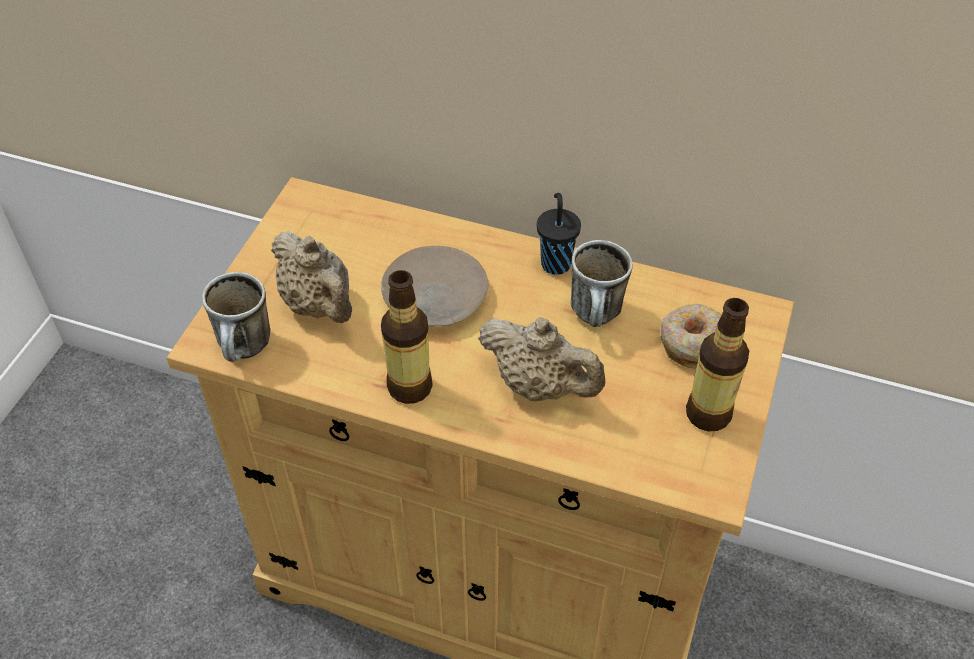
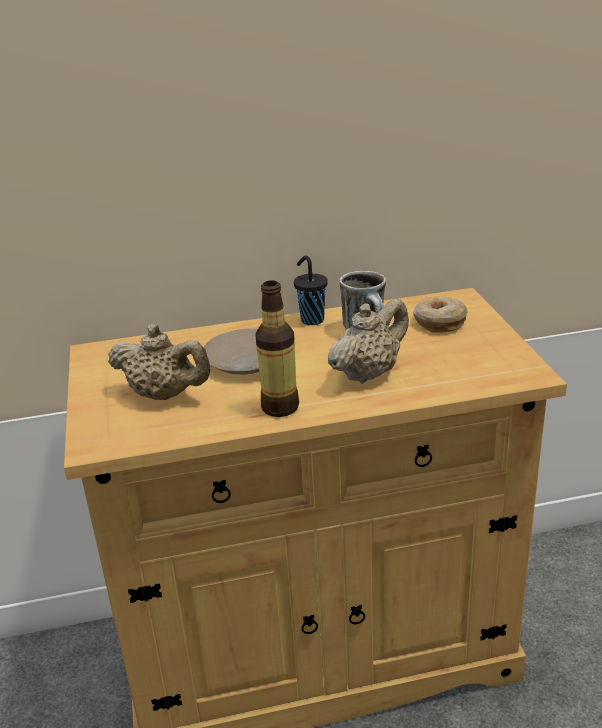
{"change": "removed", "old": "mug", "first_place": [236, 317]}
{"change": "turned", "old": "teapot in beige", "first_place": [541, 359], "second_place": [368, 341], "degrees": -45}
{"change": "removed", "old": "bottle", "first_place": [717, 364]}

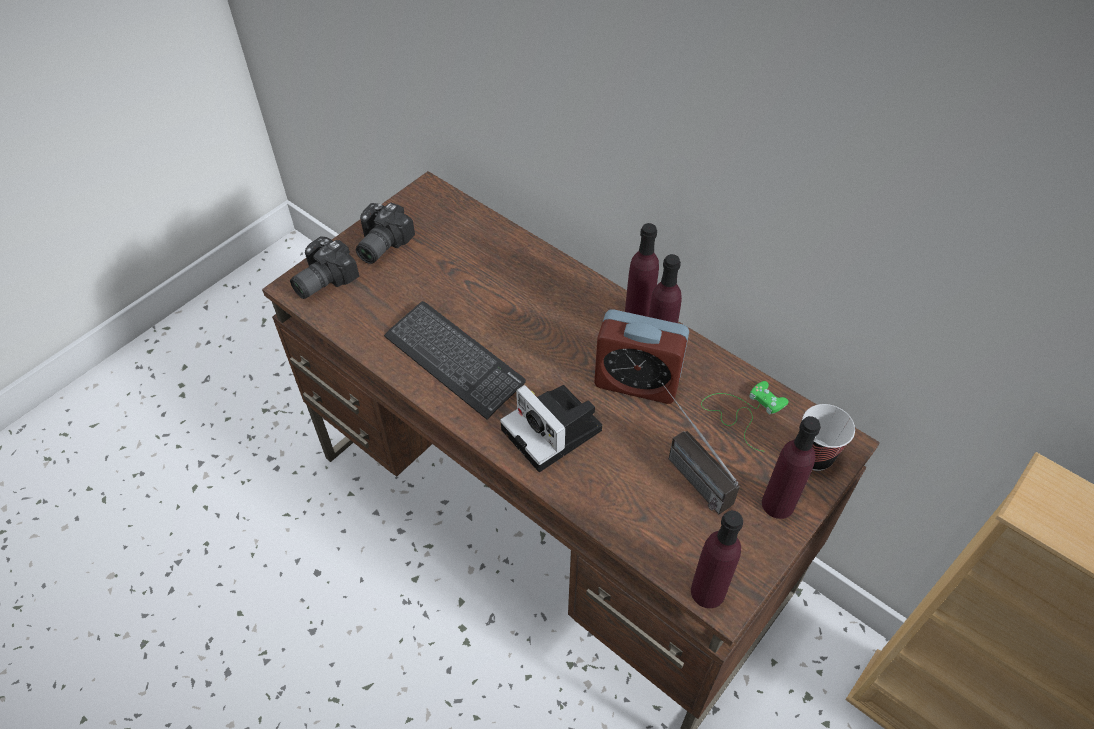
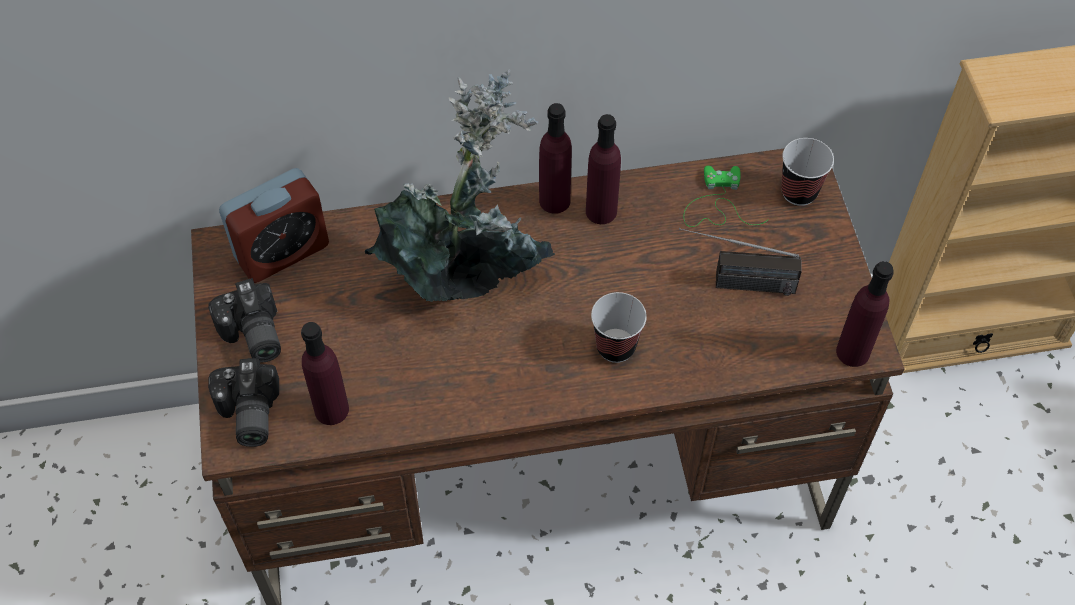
{"change": "removed", "old": "keyboard", "first_place": [455, 360]}
{"change": "replaced", "old": "photo camera", "new": "cup", "first_place": [551, 428], "second_place": [619, 327]}
{"change": "moved", "old": "alarm clock", "first_place": [641, 356], "second_place": [274, 225]}
{"change": "moved", "old": "bottle in purple", "first_place": [791, 467], "second_place": [325, 373]}
{"change": "added", "new": "potted plant", "second_place": [460, 185]}

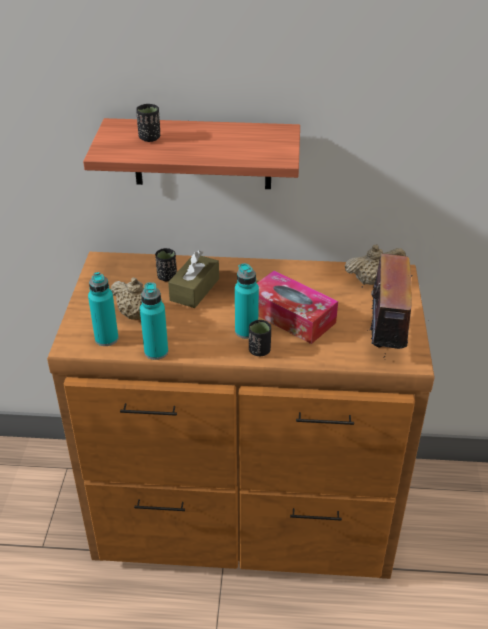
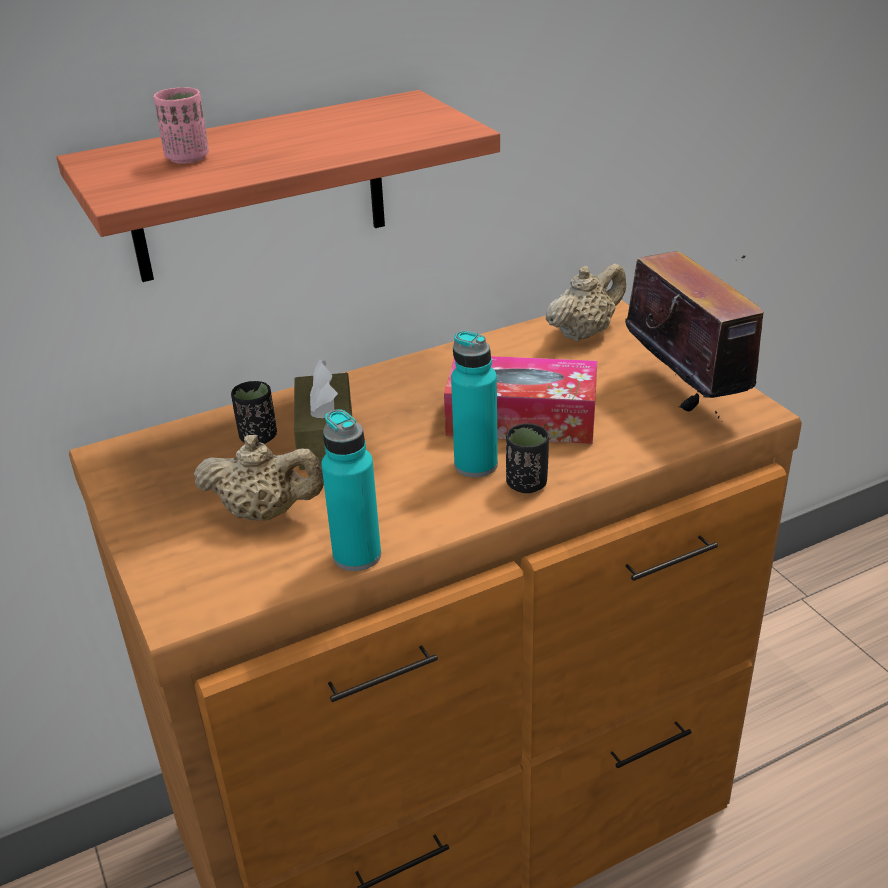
{"change": "removed", "old": "bottle in turquoise", "first_place": [103, 309]}
{"change": "recoloured", "old": "cup in black", "new": "cup in pink", "first_place": [148, 123], "second_place": [181, 125]}

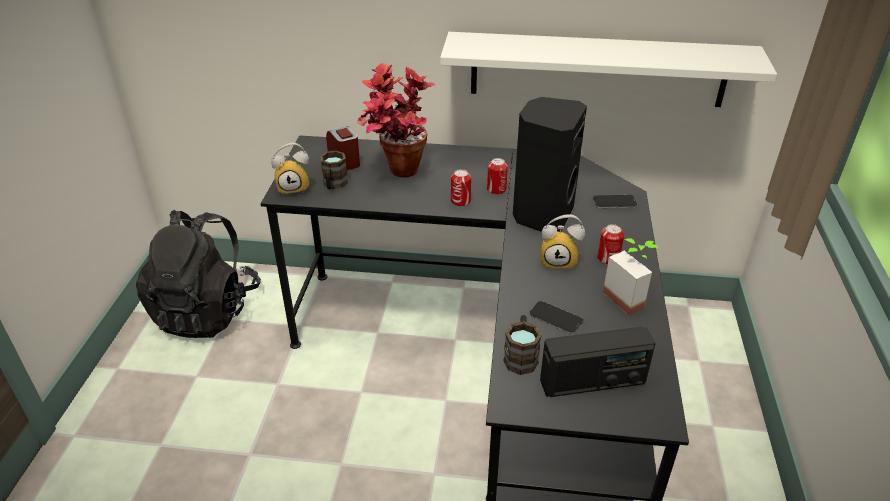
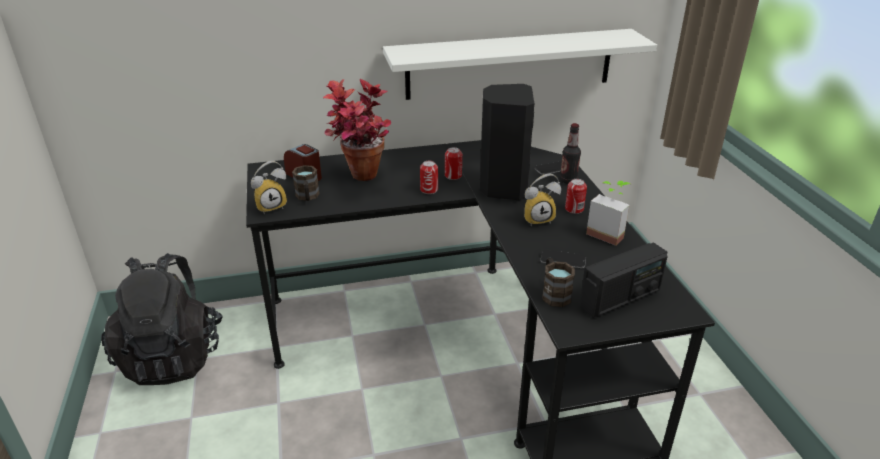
{"change": "added", "new": "bottle", "second_place": [570, 153]}

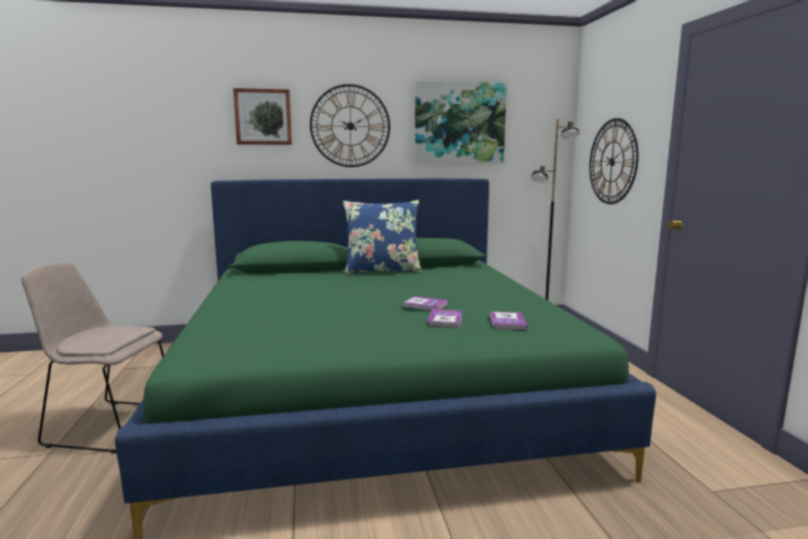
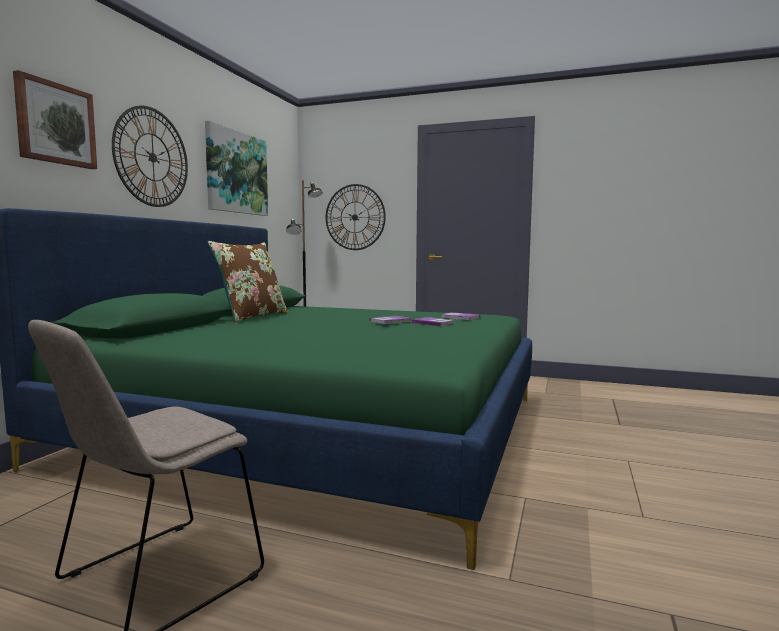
{"change": "recoloured", "old": "pillow in blue", "new": "pillow in brown", "first_place": [382, 237], "second_place": [248, 282]}

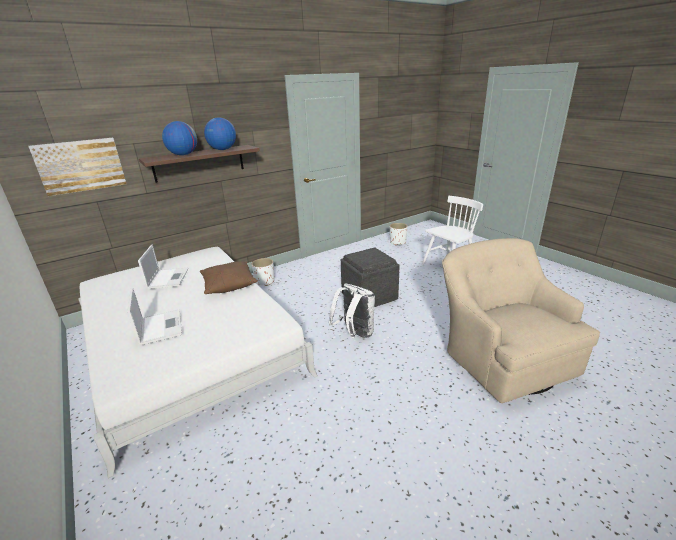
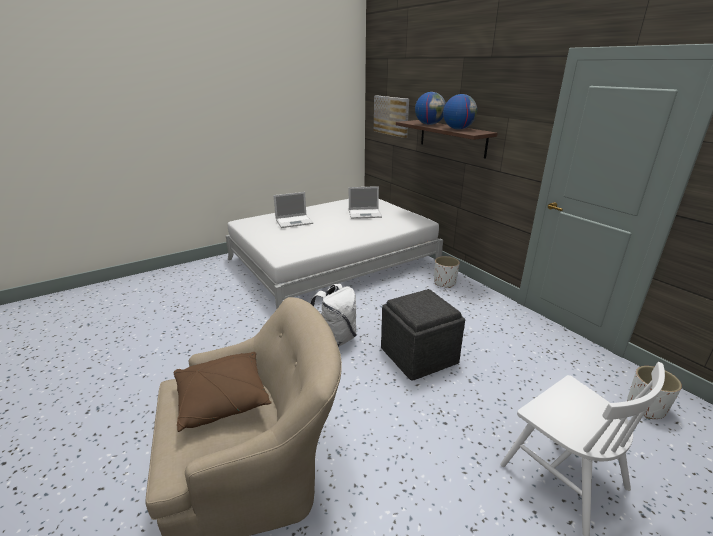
{"change": "moved", "old": "pillow in brown", "first_place": [229, 277], "second_place": [223, 392]}

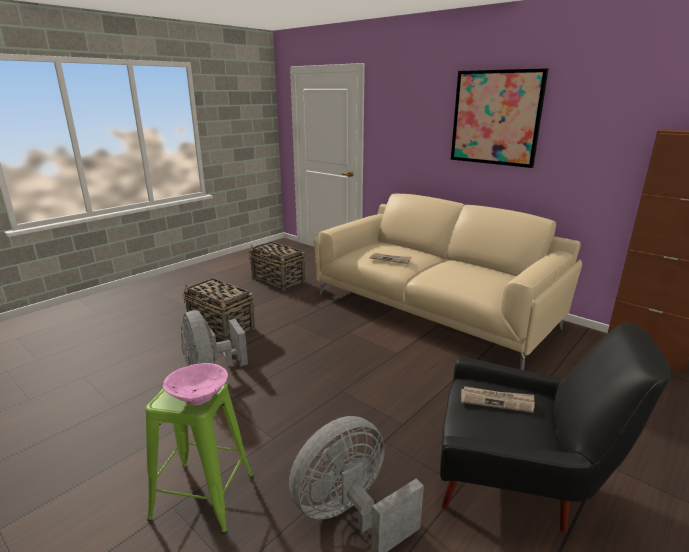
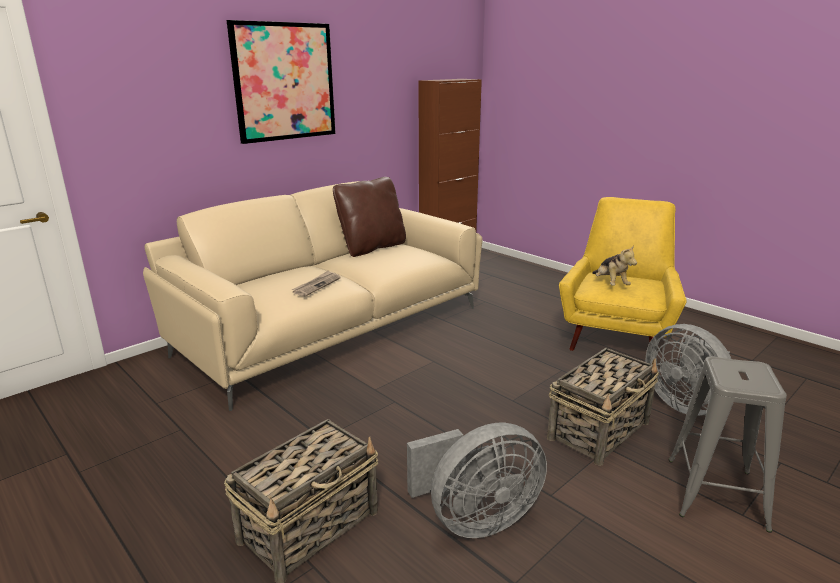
{"change": "recoloured", "old": "stool in green", "new": "stool in grey", "first_place": [199, 458], "second_place": [727, 444]}
{"change": "removed", "old": "bowl in pink", "first_place": [195, 384]}
{"change": "moved", "old": "basket", "first_place": [276, 266], "second_place": [603, 407]}
{"change": "recoloured", "old": "armchair in black", "new": "armchair in yellow", "first_place": [556, 428], "second_place": [622, 274]}
{"change": "replaced", "old": "newspaper", "new": "plush toy", "first_place": [498, 399], "second_place": [614, 265]}
{"change": "added", "new": "pillow in brown", "second_place": [369, 217]}

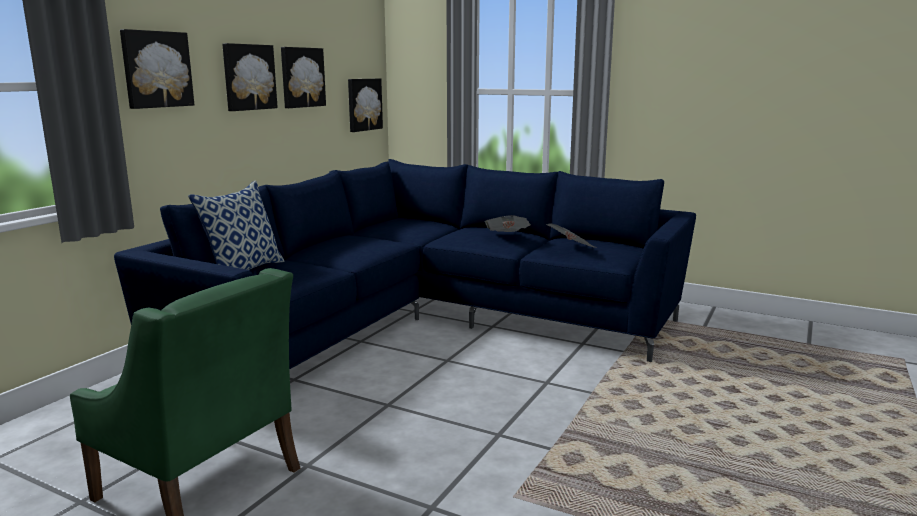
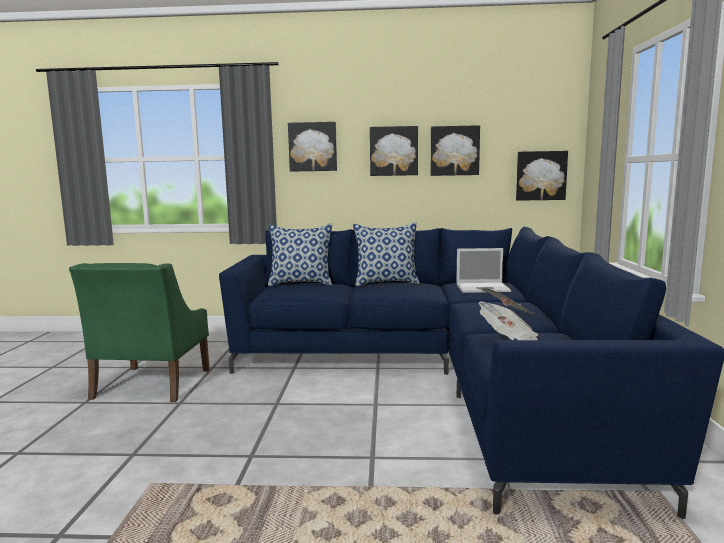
{"change": "added", "new": "pillow", "second_place": [386, 254]}
{"change": "added", "new": "laptop", "second_place": [483, 270]}

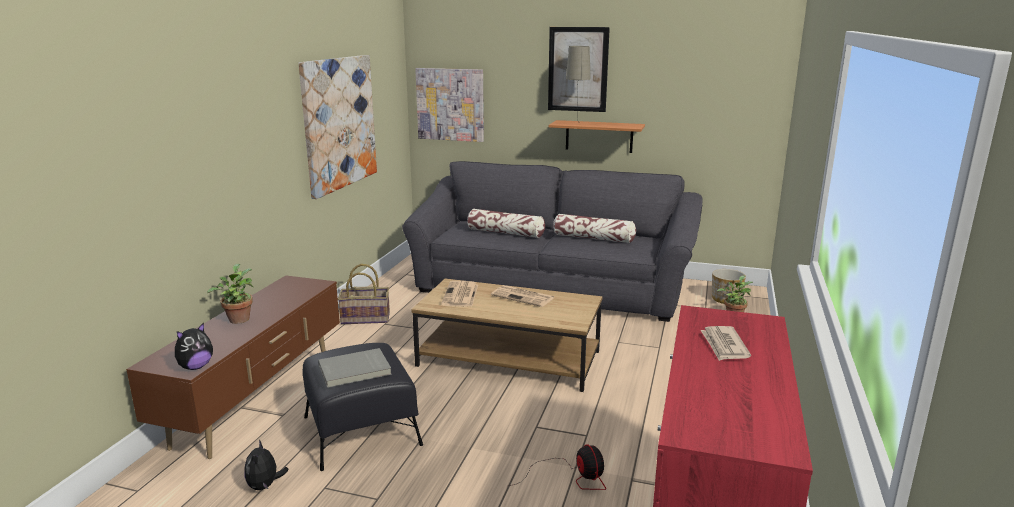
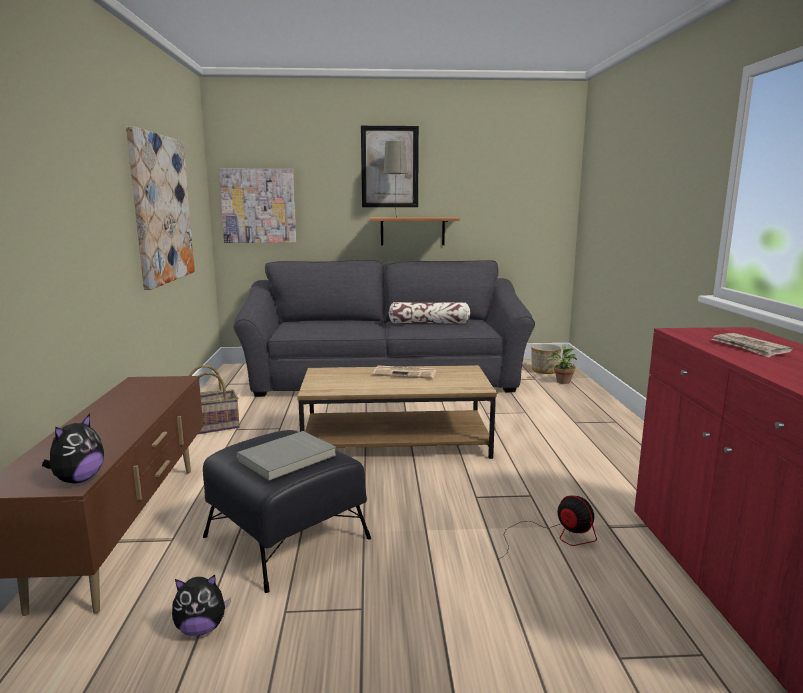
{"change": "removed", "old": "potted plant", "first_place": [230, 294]}
{"change": "turned", "old": "plush toy", "first_place": [266, 465], "second_place": [201, 605], "degrees": -75}
{"change": "removed", "old": "newspaper", "first_place": [459, 294]}
{"change": "removed", "old": "pillow", "first_place": [506, 223]}

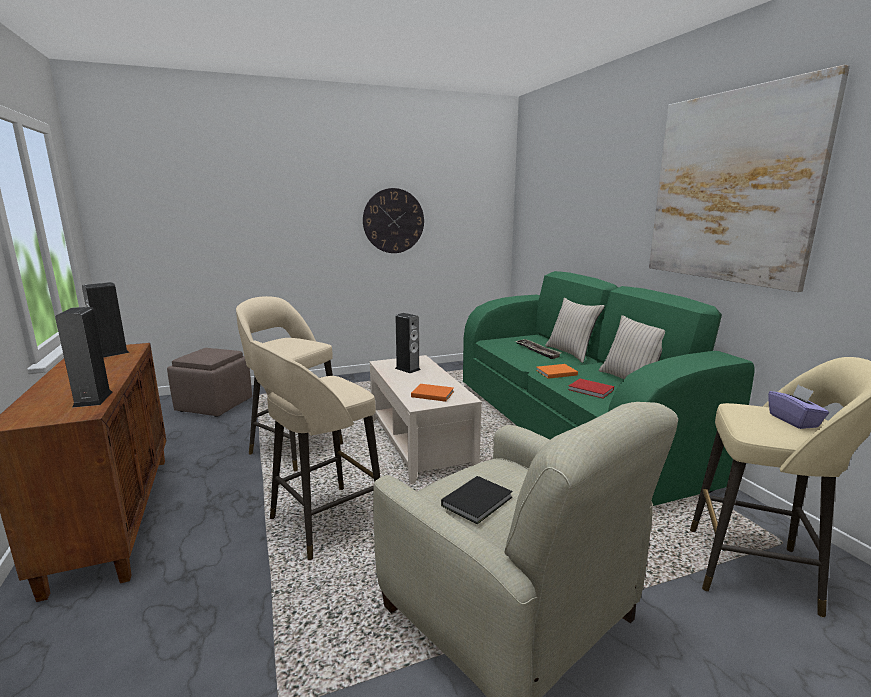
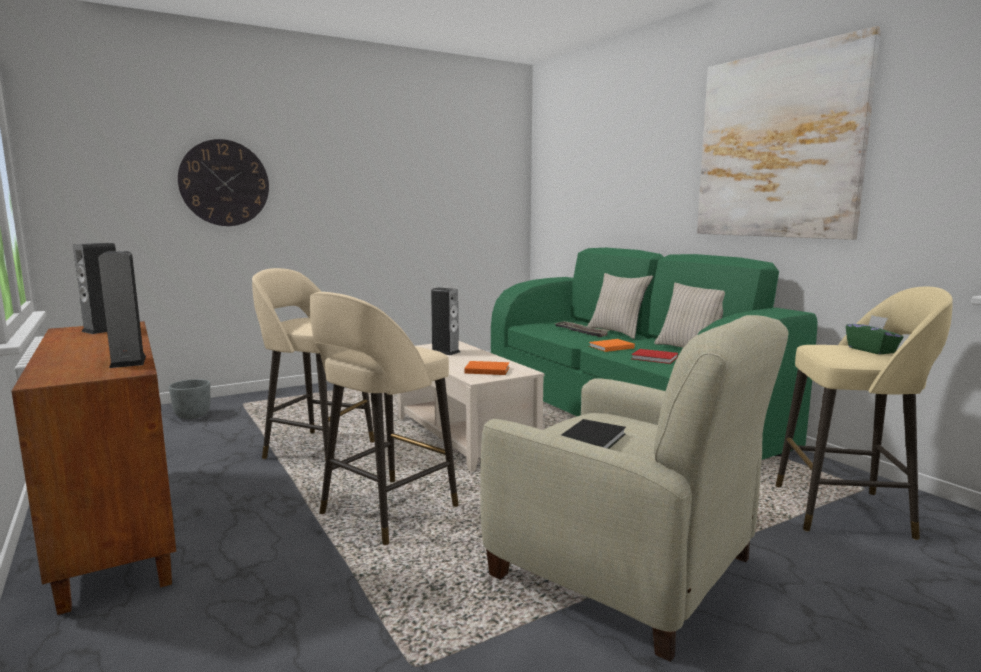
{"change": "replaced", "old": "ottoman in brown", "new": "planter in grey", "first_place": [209, 382], "second_place": [189, 399]}
{"change": "moved", "old": "wall clock", "first_place": [393, 220], "second_place": [223, 182]}
{"change": "recoloured", "old": "tissue box in purple", "new": "tissue box in green", "first_place": [798, 407], "second_place": [874, 334]}

